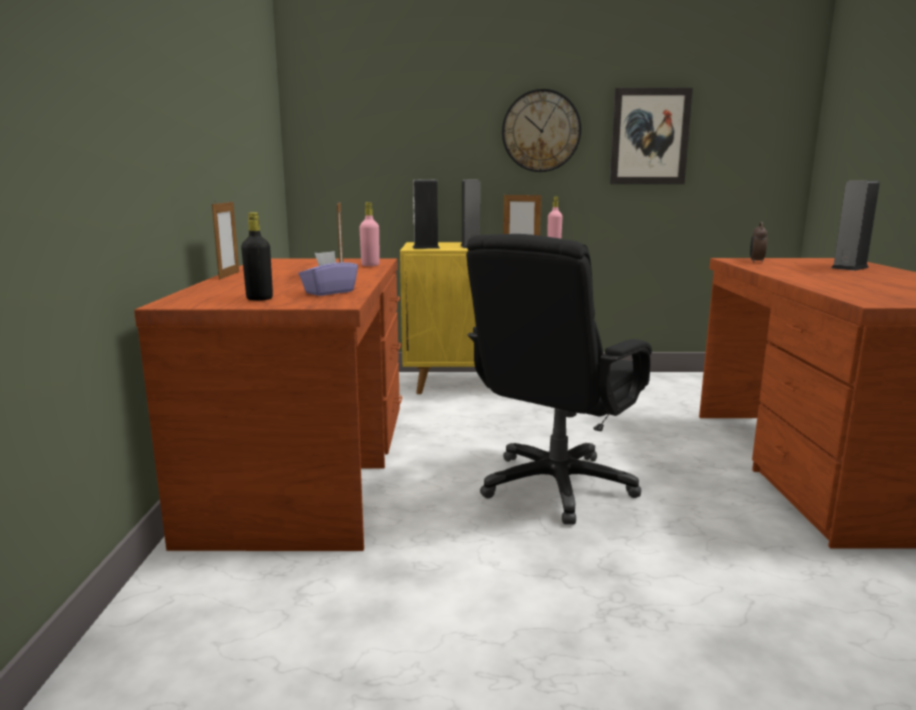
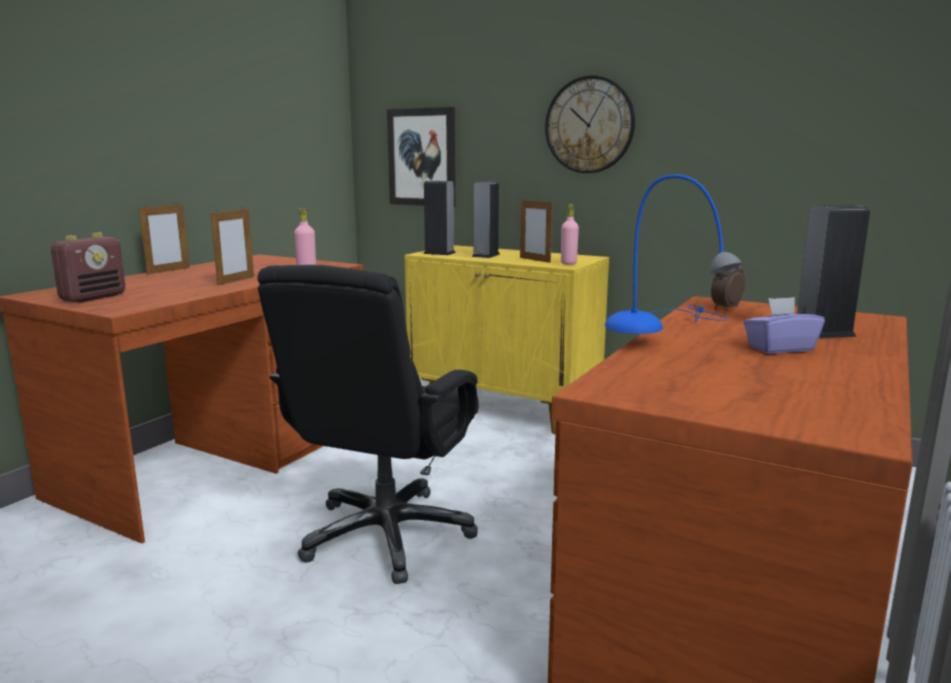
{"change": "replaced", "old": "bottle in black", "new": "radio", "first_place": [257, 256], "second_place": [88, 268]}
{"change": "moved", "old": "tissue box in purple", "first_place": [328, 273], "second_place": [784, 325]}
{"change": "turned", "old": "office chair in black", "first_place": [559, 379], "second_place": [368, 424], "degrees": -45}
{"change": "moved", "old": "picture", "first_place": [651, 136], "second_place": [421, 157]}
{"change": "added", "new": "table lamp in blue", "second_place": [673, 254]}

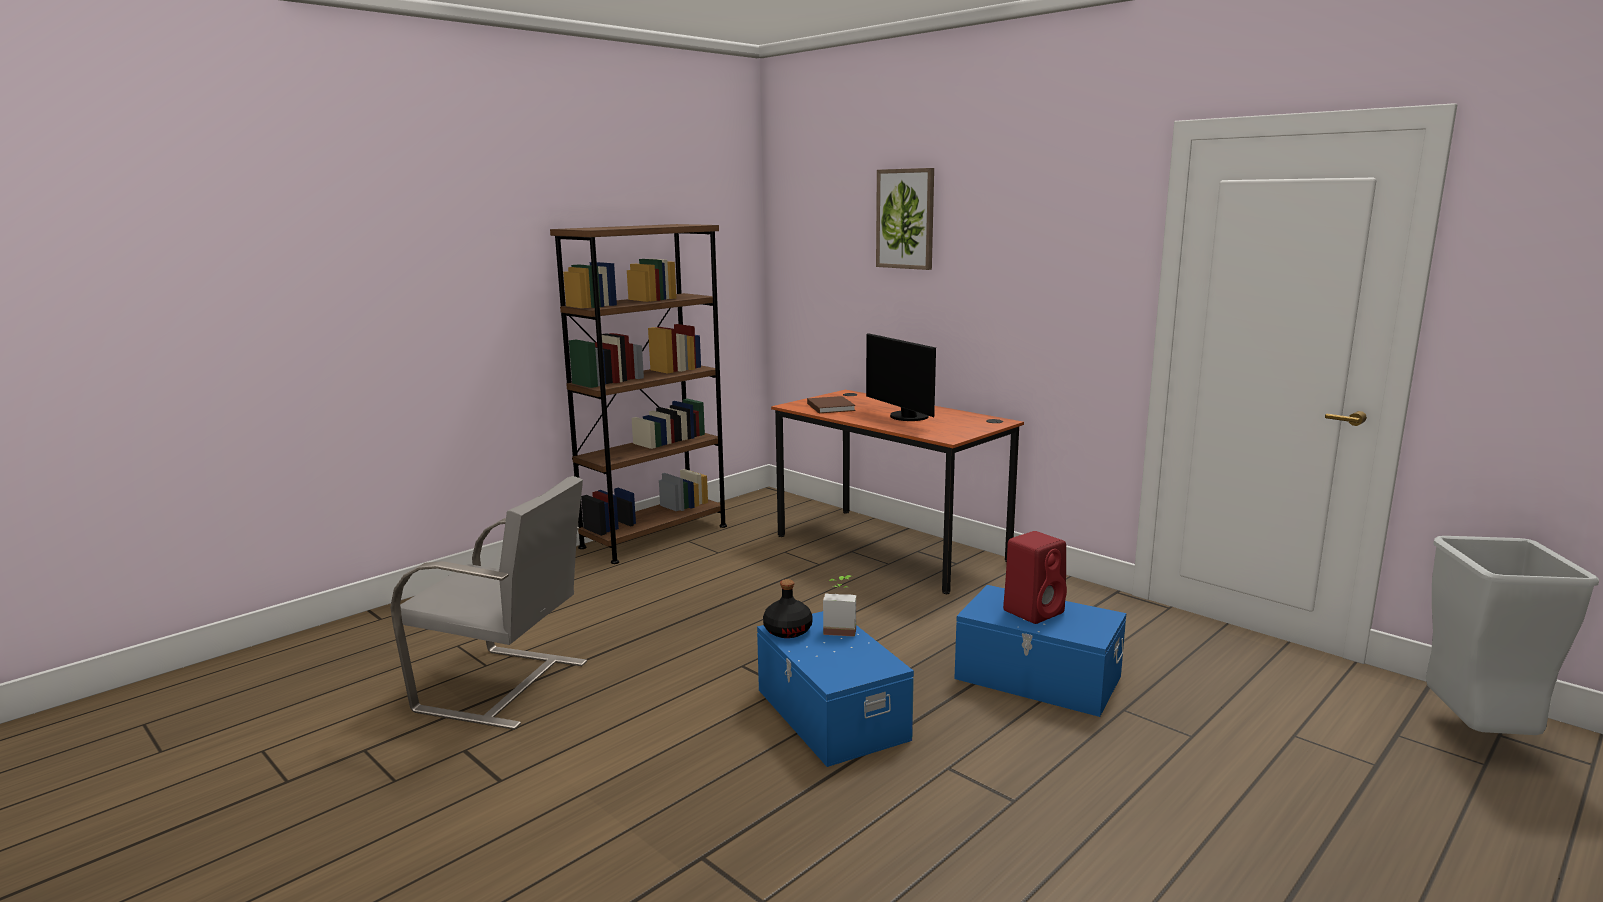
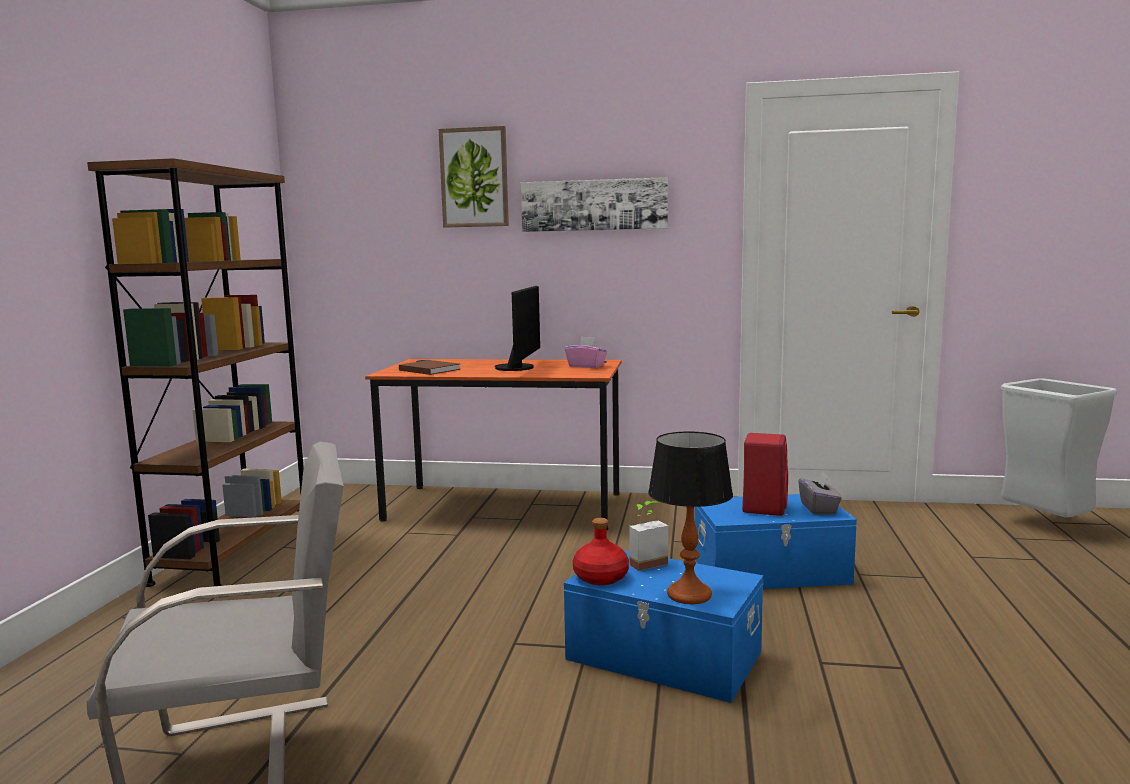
{"change": "recoloured", "old": "bottle in black", "new": "bottle in red", "first_place": [788, 608], "second_place": [601, 551]}
{"change": "turned", "old": "monitor", "first_place": [901, 377], "second_place": [517, 328], "degrees": -105}
{"change": "added", "new": "picture", "second_place": [594, 204]}
{"change": "added", "new": "tissue box in pink", "second_place": [586, 352]}
{"change": "added", "new": "table lamp", "second_place": [690, 517]}
{"change": "added", "new": "tissue box in grey", "second_place": [820, 493]}

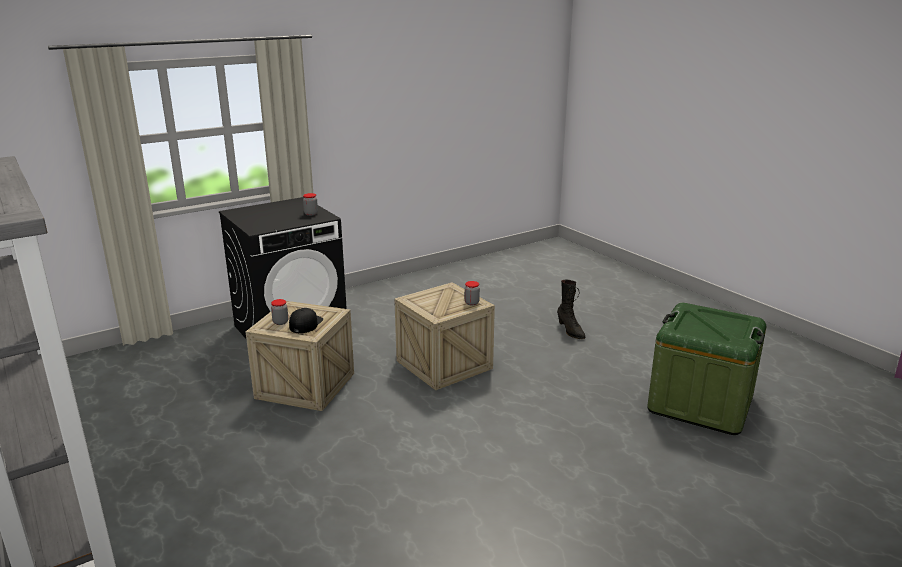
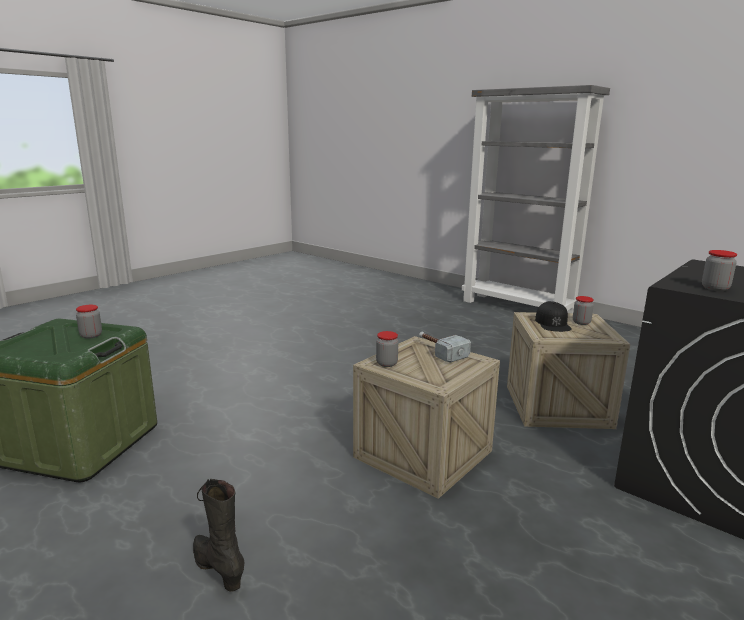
{"change": "added", "new": "jar", "second_place": [89, 322]}
{"change": "added", "new": "hammer", "second_place": [445, 347]}

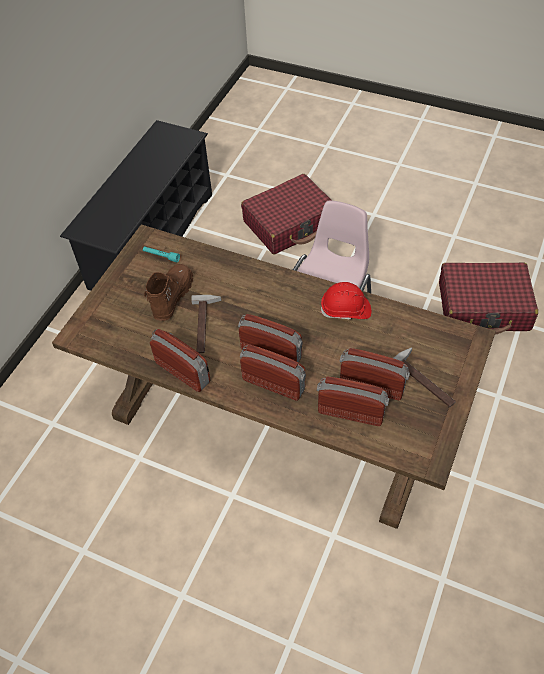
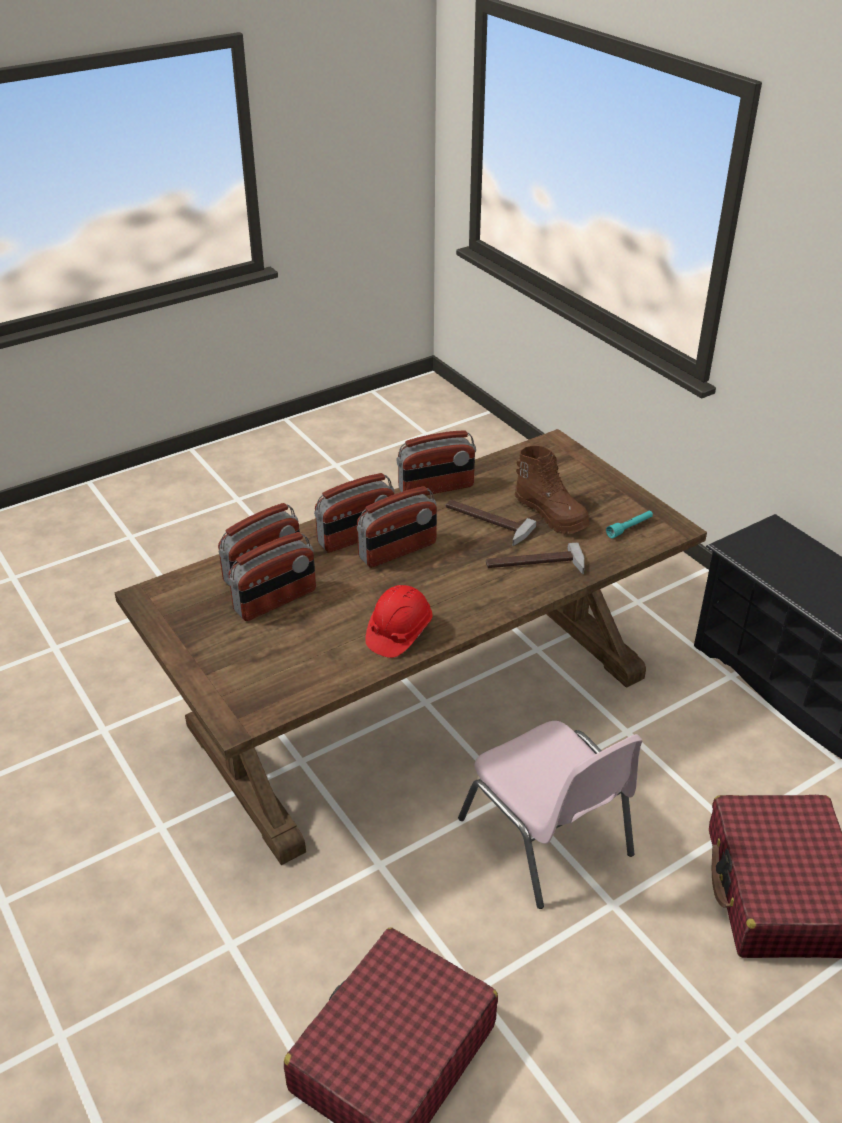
{"change": "moved", "old": "hammer", "first_place": [425, 377], "second_place": [535, 558]}

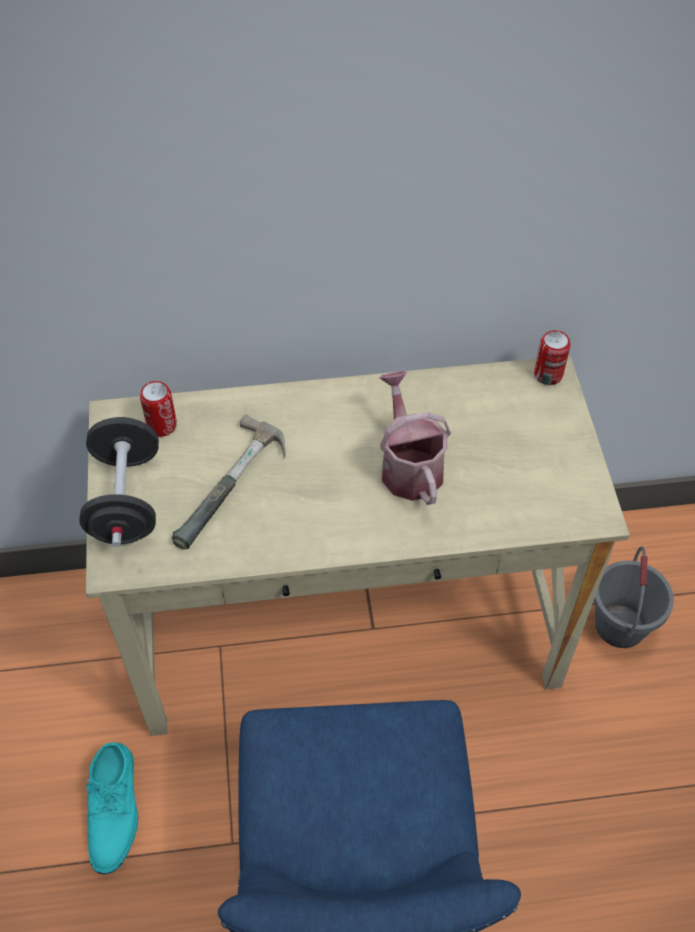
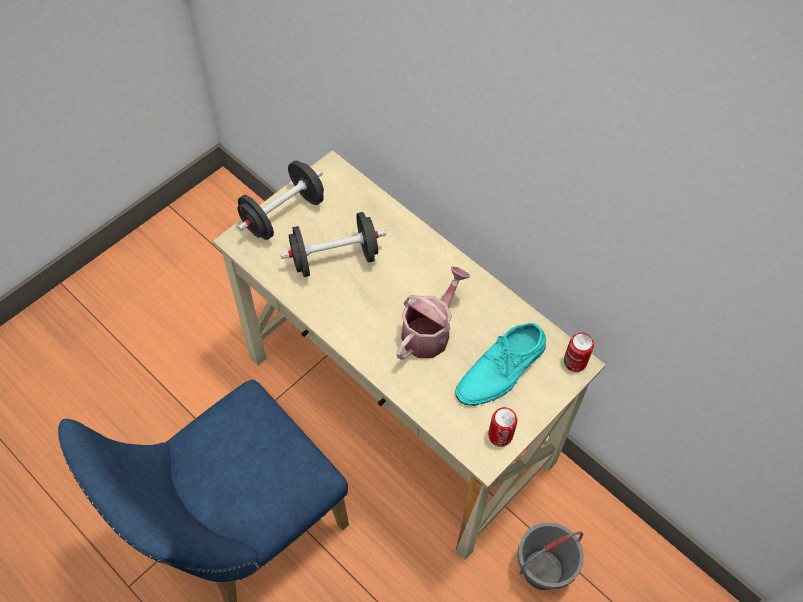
{"change": "moved", "old": "shoe in turquoise", "first_place": [112, 808], "second_place": [500, 364]}
{"change": "moved", "old": "can", "first_place": [158, 409], "second_place": [502, 427]}
{"change": "replaced", "old": "hammer", "new": "dumbbell in black", "first_place": [228, 482], "second_place": [333, 244]}

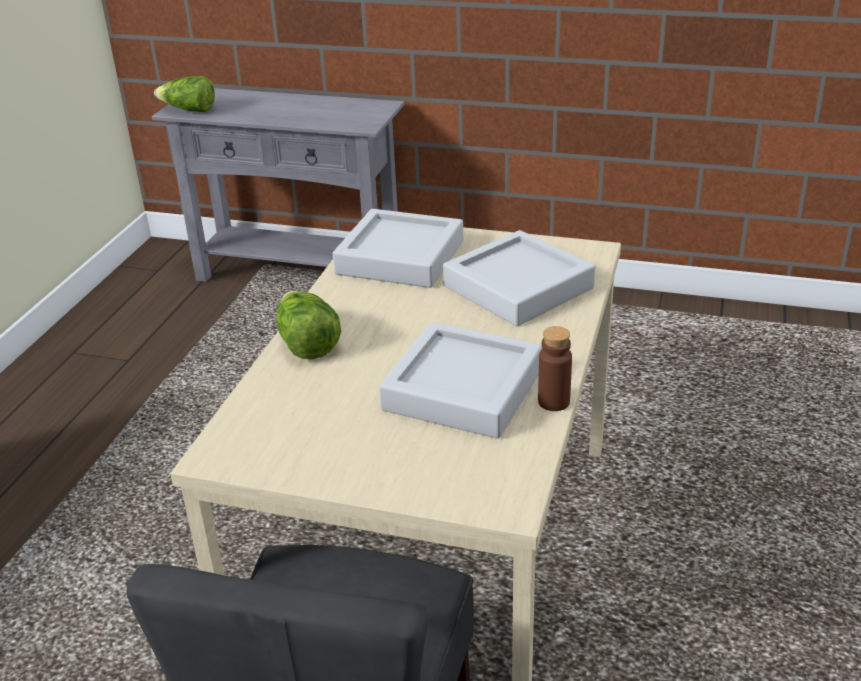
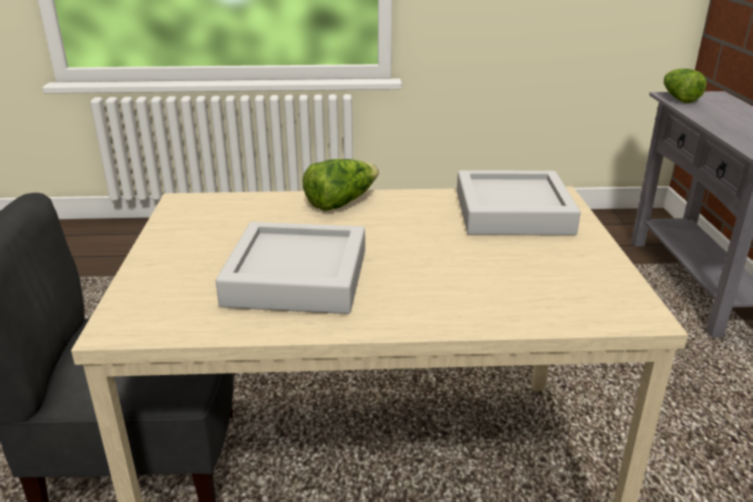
{"change": "removed", "old": "tray in grey", "first_place": [519, 278]}
{"change": "removed", "old": "bottle in brown", "first_place": [555, 368]}

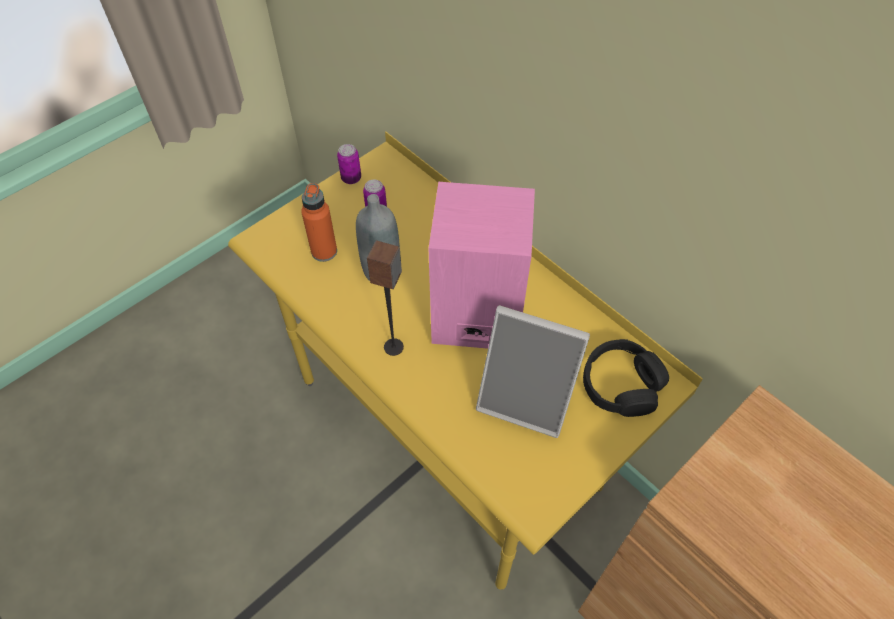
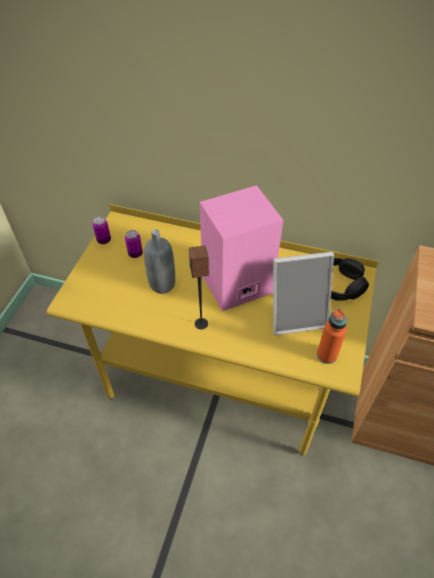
{"change": "moved", "old": "bottle in orange", "first_place": [319, 222], "second_place": [332, 336]}

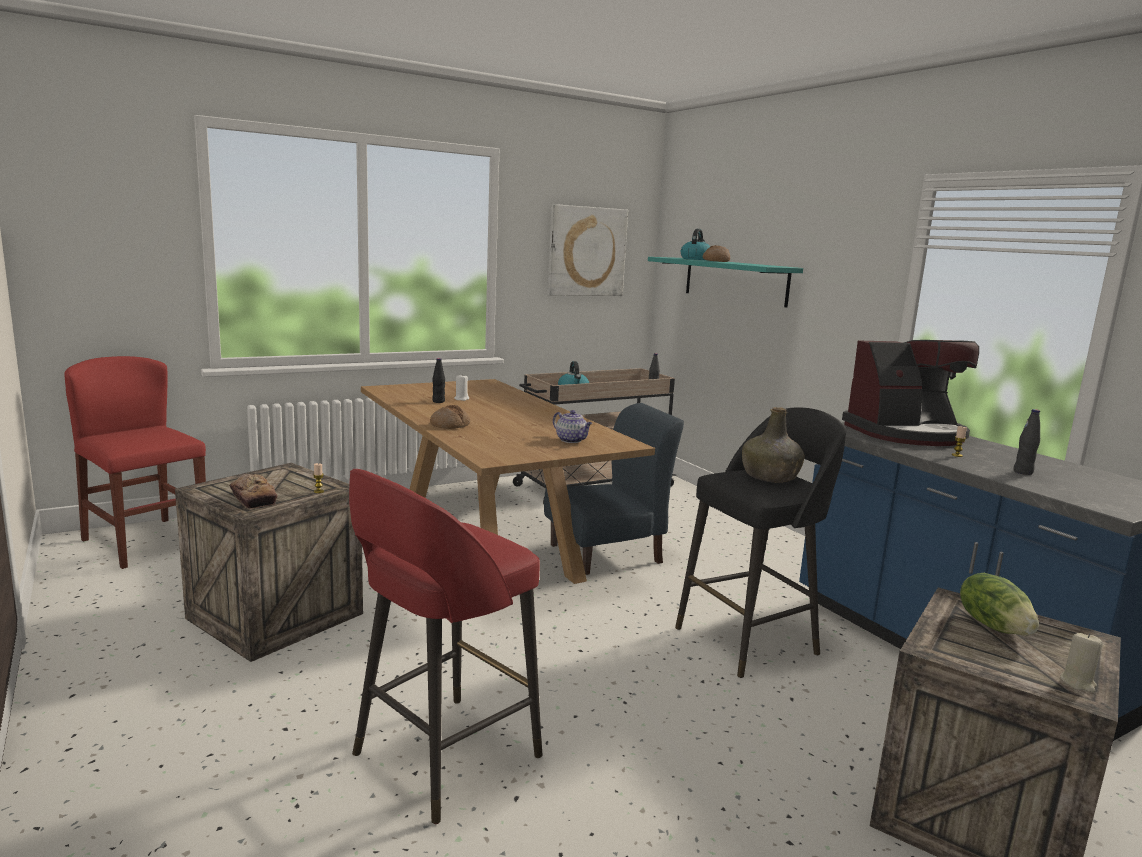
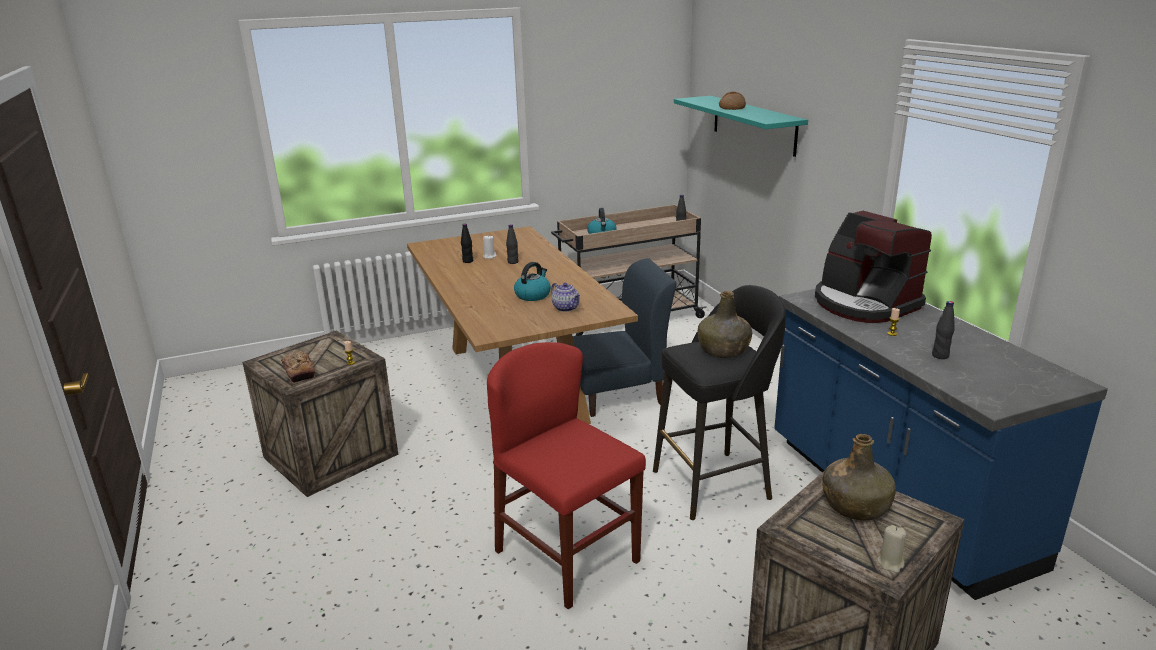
{"change": "moved", "old": "chair in red", "first_place": [135, 462], "second_place": [566, 476]}
{"change": "removed", "old": "stool in red", "first_place": [445, 646]}
{"change": "removed", "old": "bread", "first_place": [450, 417]}
{"change": "removed", "old": "picture", "first_place": [588, 250]}
{"change": "moved", "old": "kettle", "first_place": [695, 244], "second_place": [532, 281]}
{"change": "turned", "old": "coffee machine", "first_place": [910, 393], "second_place": [873, 267], "degrees": 60}
{"change": "replaced", "old": "lettuce", "new": "bottle in green", "first_place": [999, 604], "second_place": [859, 477]}
{"change": "added", "new": "bottle in black", "second_place": [512, 244]}

